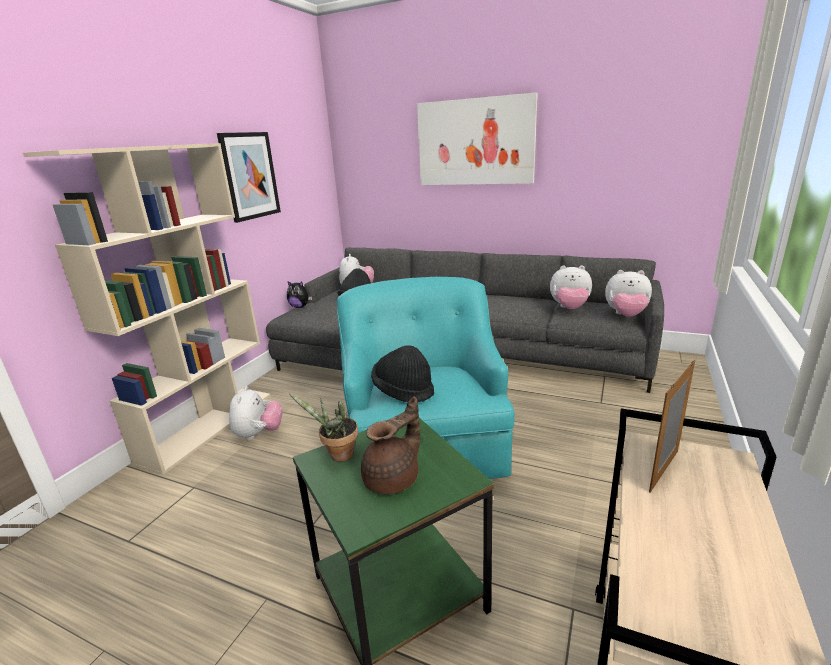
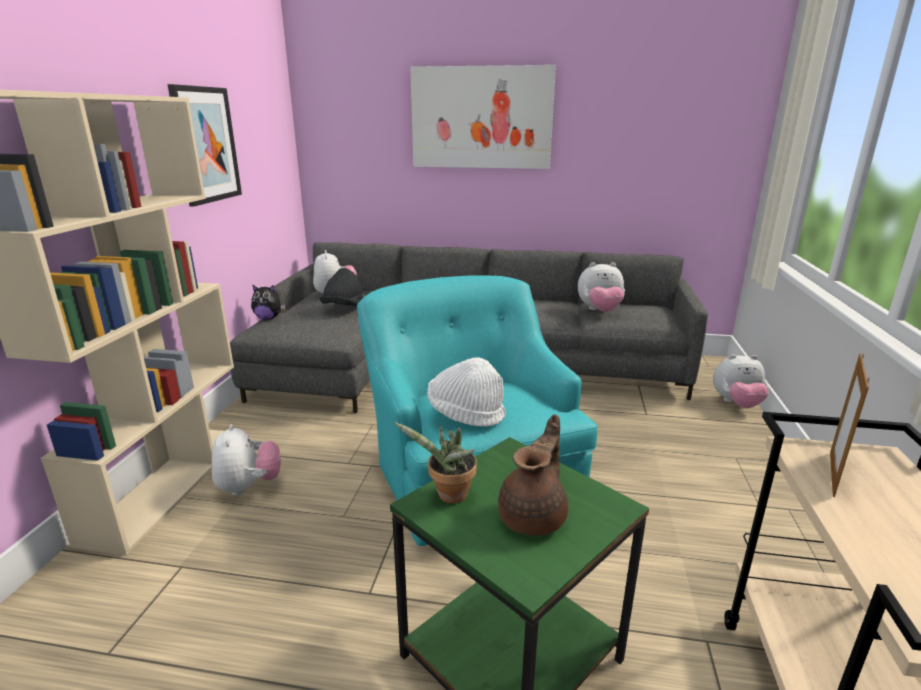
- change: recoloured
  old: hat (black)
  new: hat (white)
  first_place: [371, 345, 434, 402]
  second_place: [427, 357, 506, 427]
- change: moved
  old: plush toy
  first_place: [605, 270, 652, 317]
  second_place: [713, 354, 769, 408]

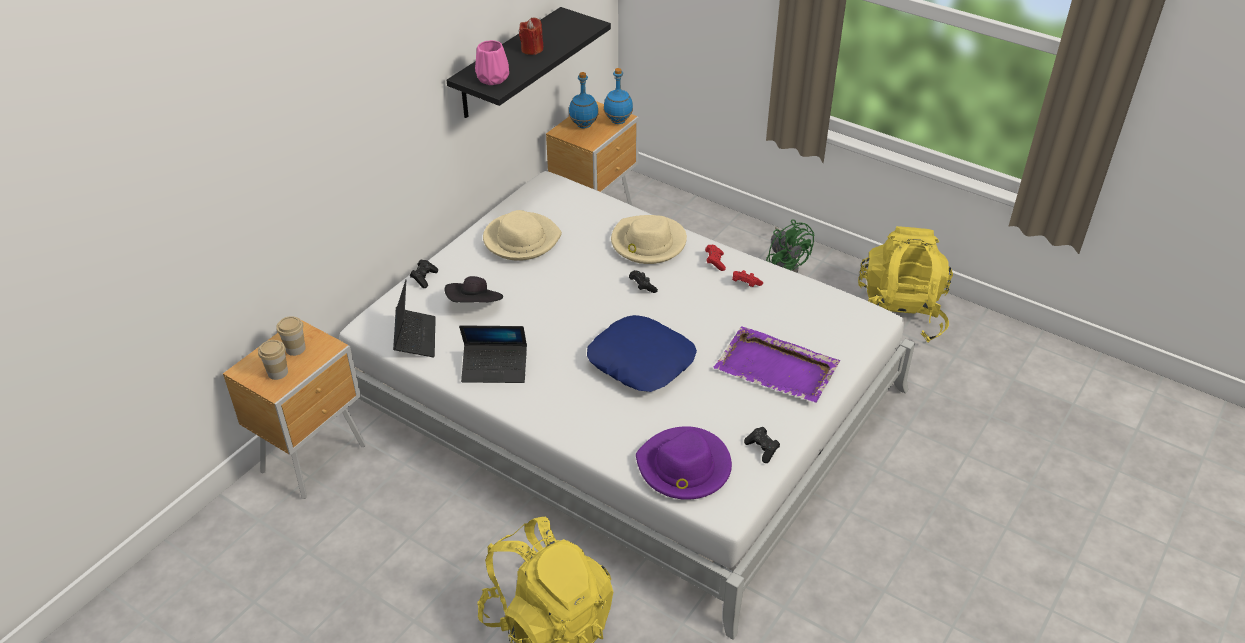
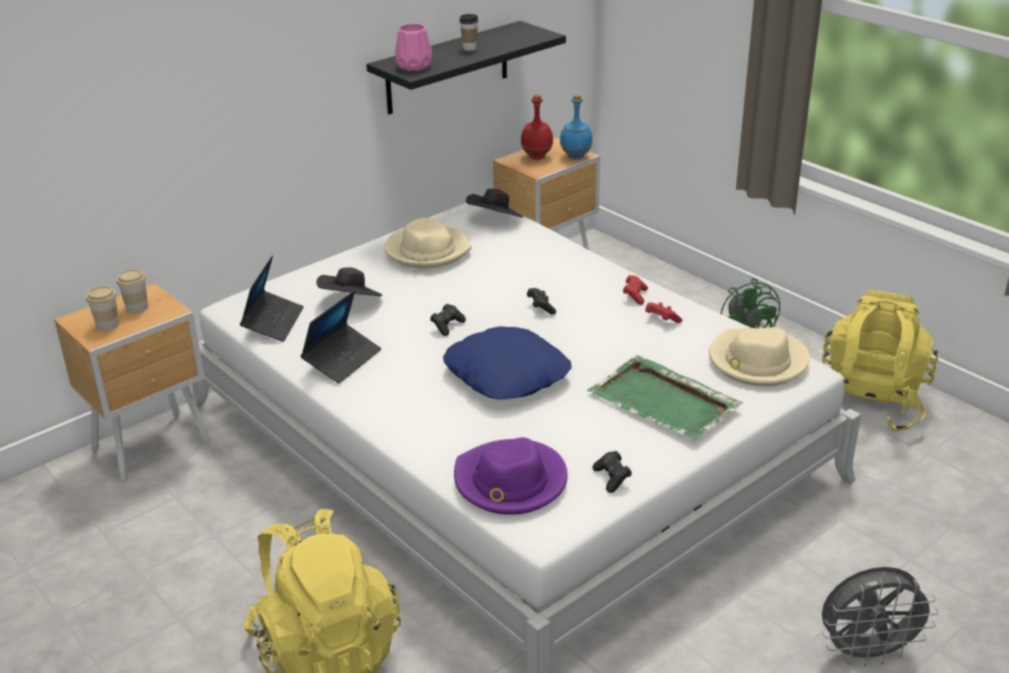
- change: turned
  old: laptop
  first_place: [459, 325, 527, 383]
  second_place: [301, 290, 381, 383]
  degrees: -75
- change: moved
  old: game controller (black)
  first_place: [410, 260, 438, 288]
  second_place: [430, 304, 466, 336]
- change: replaced
  old: candle (red)
  new: cup
  first_place: [519, 18, 543, 55]
  second_place: [459, 14, 478, 51]
- change: added
  new: hat (black)
  second_place: [466, 189, 523, 217]
- change: recoloured
  old: bottle (blue)
  new: bottle (red)
  first_place: [569, 72, 599, 128]
  second_place: [521, 94, 553, 160]
- change: recoloured
  old: tray (purple)
  new: tray (green)
  first_place: [714, 327, 840, 403]
  second_place: [587, 355, 743, 440]
- change: moved
  old: hat (beige)
  first_place: [611, 215, 687, 264]
  second_place: [709, 328, 810, 386]
- change: added
  new: fan (grey)
  second_place: [822, 567, 939, 667]

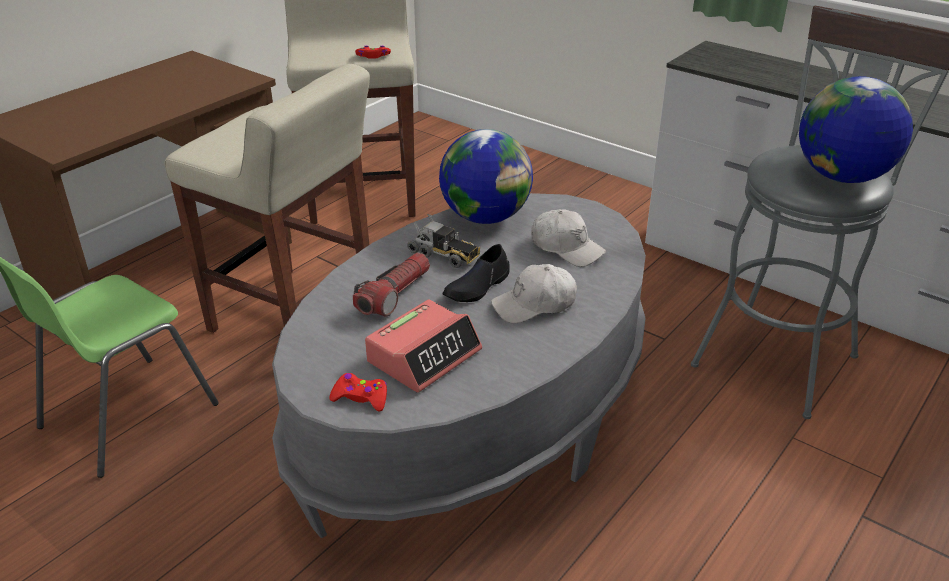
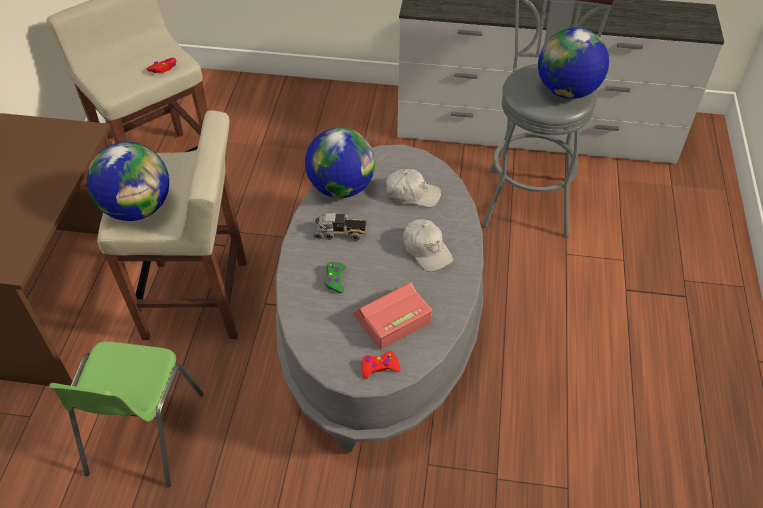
- change: added
  new: globe
  second_place: [87, 142, 169, 221]
- change: replaced
  old: flashlight
  new: game controller (green)
  first_place: [353, 252, 430, 316]
  second_place: [324, 262, 346, 293]
- change: turned
  old: alarm clock
  first_place: [365, 300, 482, 393]
  second_place: [353, 282, 432, 349]
  degrees: -135
- change: turned
  old: cap (white)
  first_place: [491, 264, 577, 323]
  second_place: [403, 219, 453, 272]
  degrees: -75
- change: removed
  old: shoe (black)
  first_place: [443, 244, 509, 302]

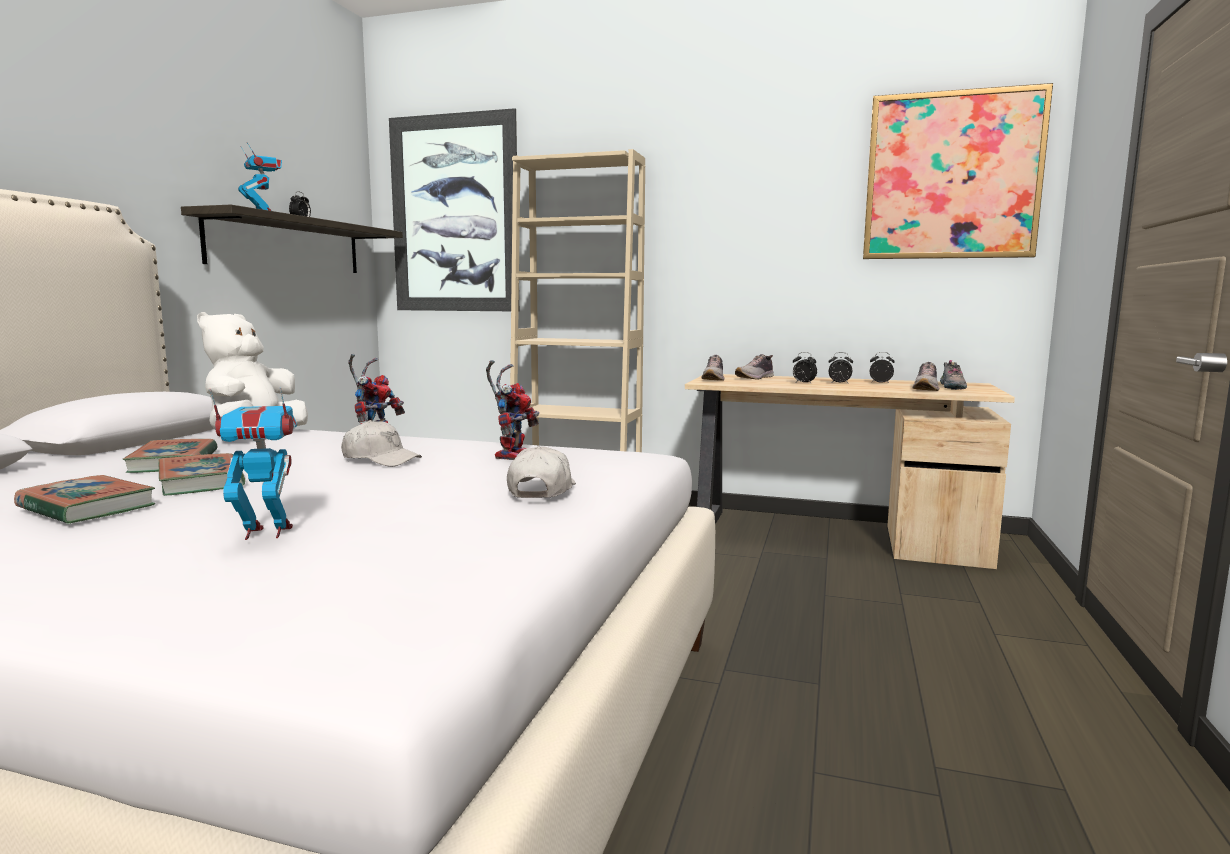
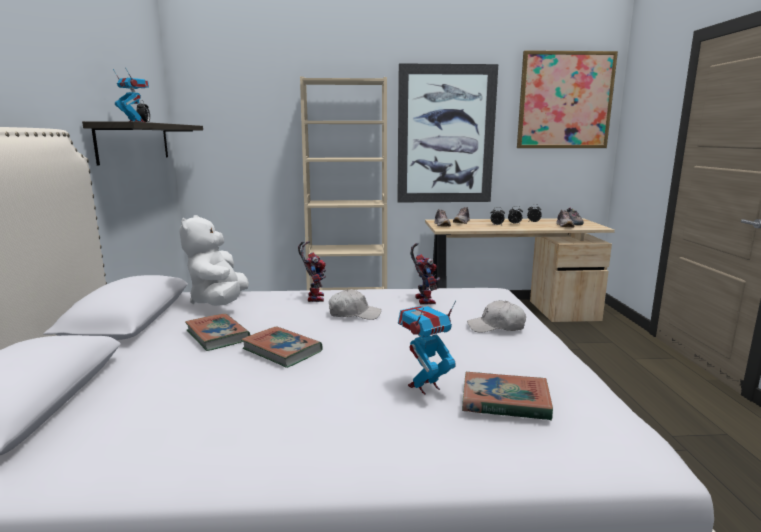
- change: moved
  old: picture
  first_place: [389, 108, 519, 312]
  second_place: [397, 63, 498, 202]
- change: moved
  old: book
  first_place: [14, 475, 155, 524]
  second_place: [462, 372, 553, 420]
- change: turned
  old: cap (white)
  first_place: [507, 446, 576, 498]
  second_place: [467, 300, 526, 333]
  degrees: -75

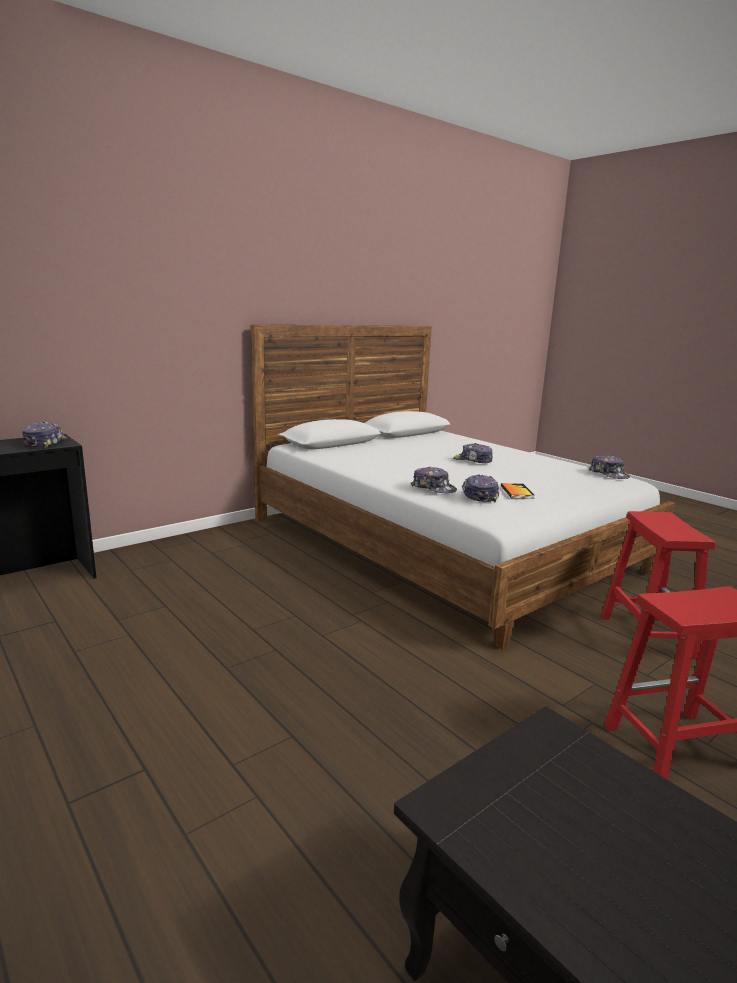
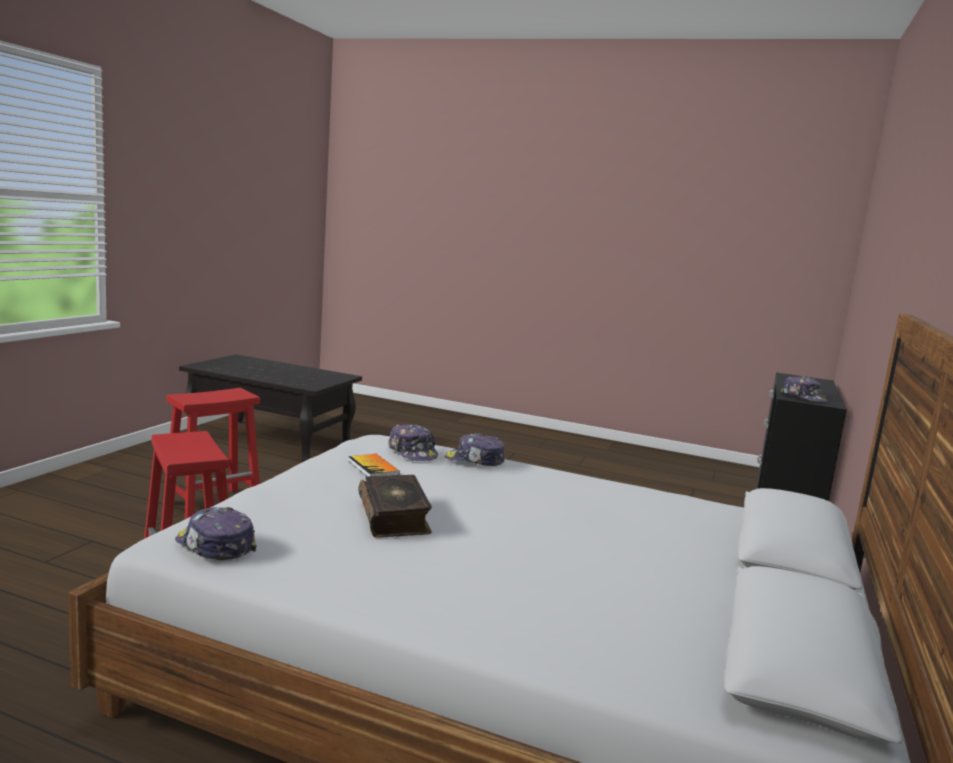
- change: added
  new: book
  second_place: [358, 475, 432, 538]
- change: removed
  old: cap
  first_place: [453, 443, 493, 463]

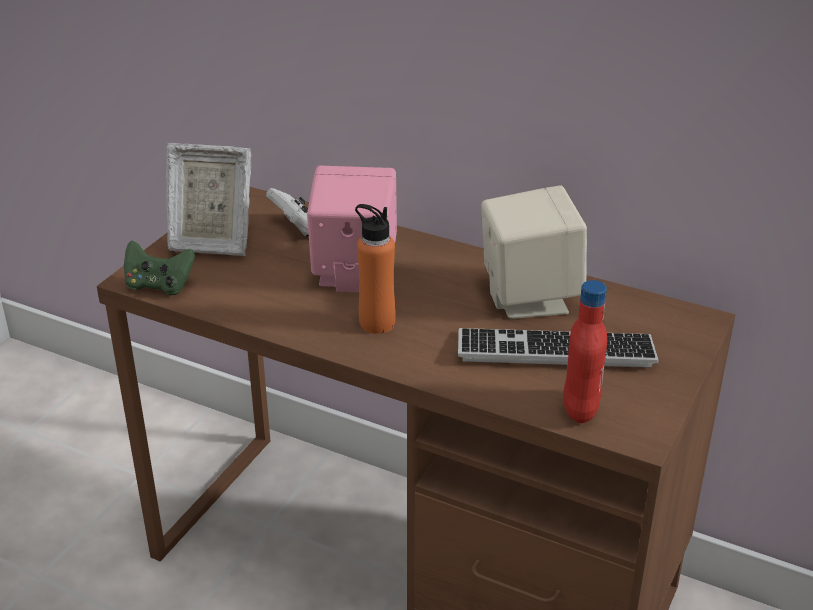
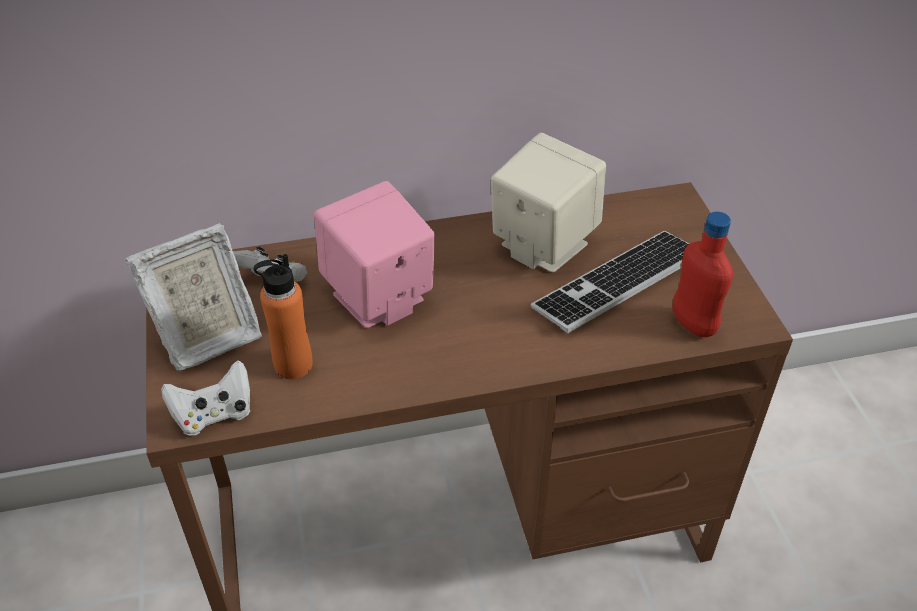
- change: recoloured
  old: game controller (green)
  new: game controller (white)
  first_place: [124, 240, 195, 295]
  second_place: [161, 360, 250, 435]
- change: moved
  old: bottle (orange)
  first_place: [355, 204, 396, 334]
  second_place: [254, 254, 313, 379]

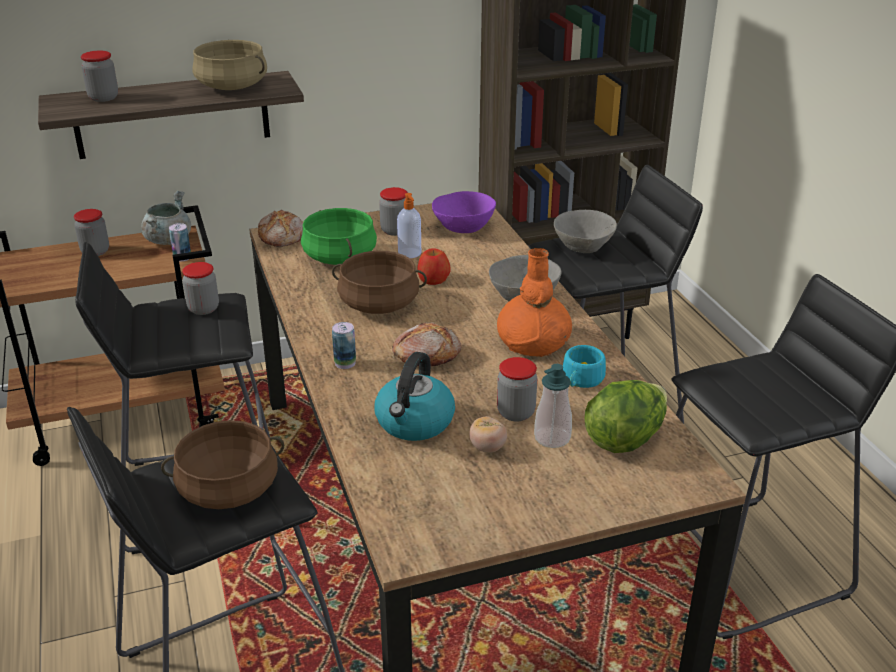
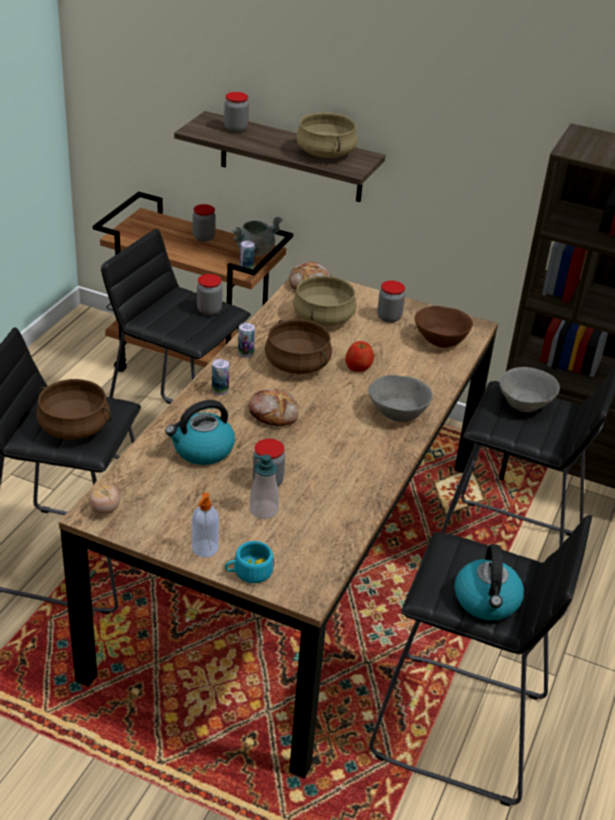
- change: moved
  old: tomato
  first_place: [469, 416, 507, 453]
  second_place: [89, 485, 120, 514]
- change: moved
  old: soap dispenser
  first_place: [397, 193, 421, 258]
  second_place: [192, 493, 219, 557]
- change: moved
  old: cup (turquoise)
  first_place: [563, 345, 606, 388]
  second_place: [225, 541, 274, 583]
- change: added
  new: can
  second_place: [238, 323, 255, 358]
- change: recoloured
  old: cooking pot (green)
  new: cooking pot (beige)
  first_place: [301, 208, 377, 265]
  second_place: [293, 275, 356, 326]
- change: recoloured
  old: bowl (purple)
  new: bowl (brown)
  first_place: [432, 191, 496, 233]
  second_place: [414, 306, 473, 348]
- change: added
  new: kettle
  second_place: [454, 544, 524, 620]
- change: removed
  old: vase (orange)
  first_place: [497, 248, 572, 357]
- change: removed
  old: lettuce
  first_place: [585, 380, 667, 453]

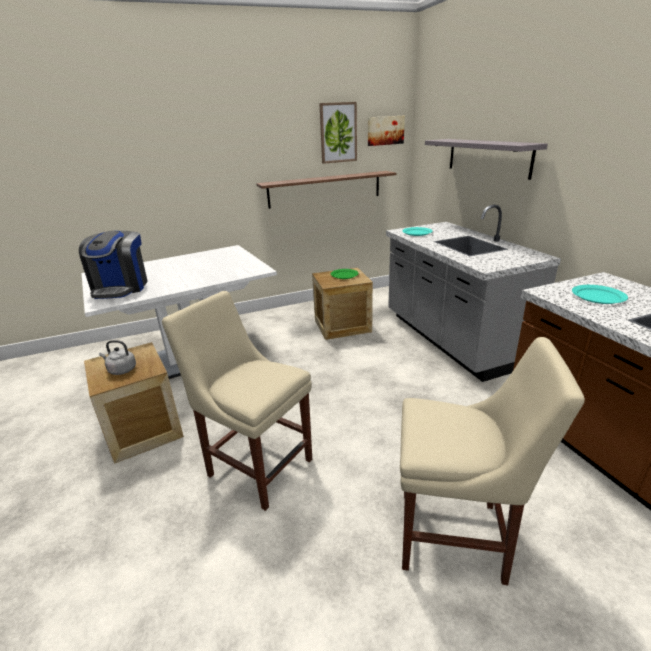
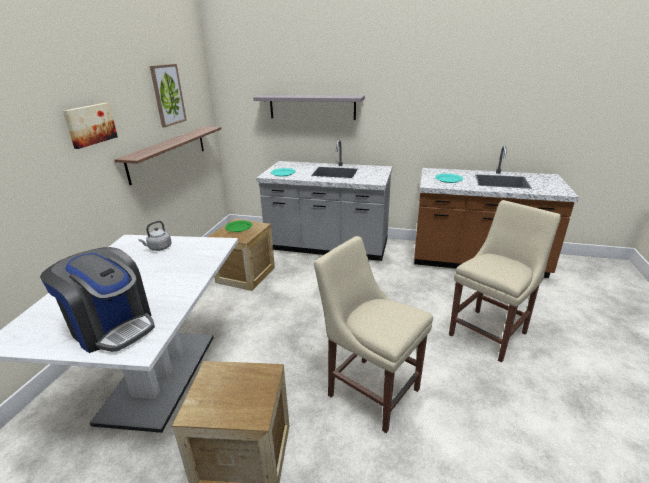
- change: moved
  old: picture
  first_place: [368, 116, 405, 146]
  second_place: [63, 103, 118, 149]
- change: moved
  old: kettle (grey)
  first_place: [99, 340, 136, 375]
  second_place: [138, 221, 172, 251]
- change: turned
  old: chair (beige)
  first_place: [162, 291, 312, 511]
  second_place: [314, 236, 433, 433]
  degrees: 60

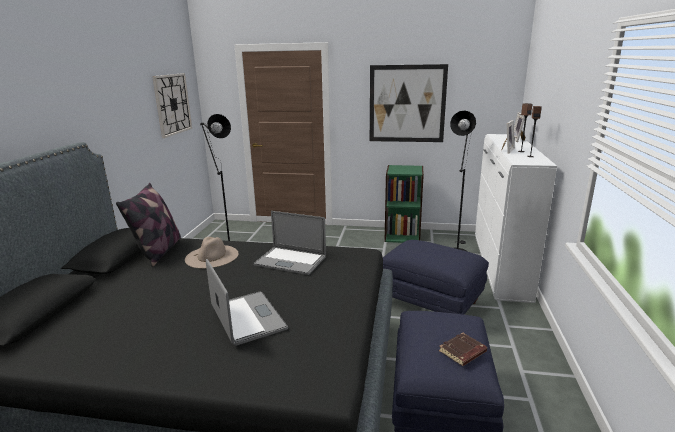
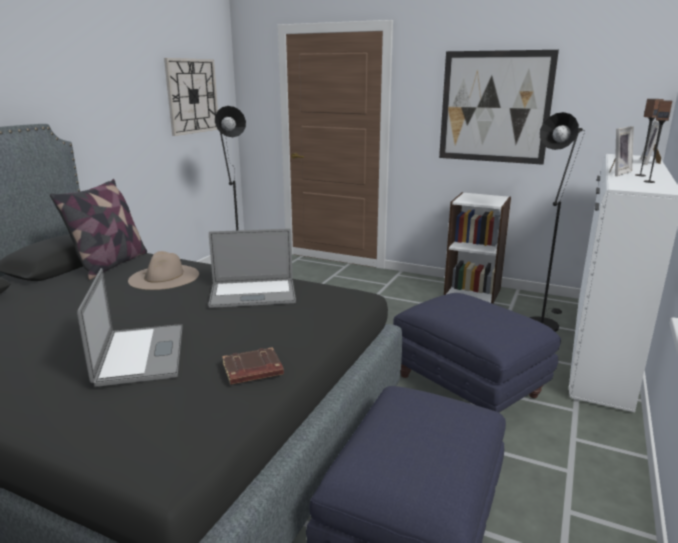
- change: turned
  old: laptop
  first_place: [253, 211, 326, 275]
  second_place: [208, 228, 296, 308]
  degrees: -45
- change: moved
  old: book (brown)
  first_place: [439, 333, 487, 366]
  second_place: [222, 347, 284, 385]
- change: recoloured
  old: bookcase (green)
  new: bookcase (white)
  first_place: [384, 165, 424, 243]
  second_place: [444, 192, 511, 304]

